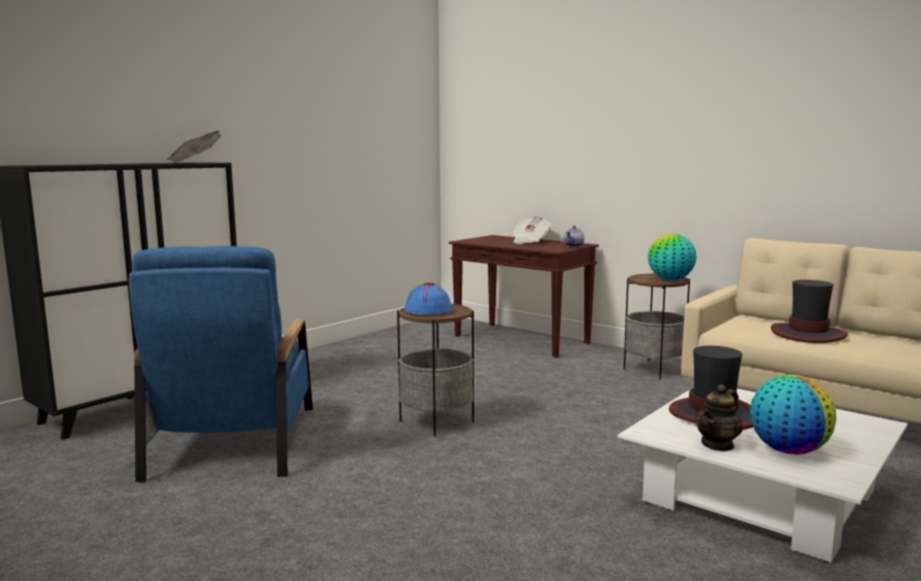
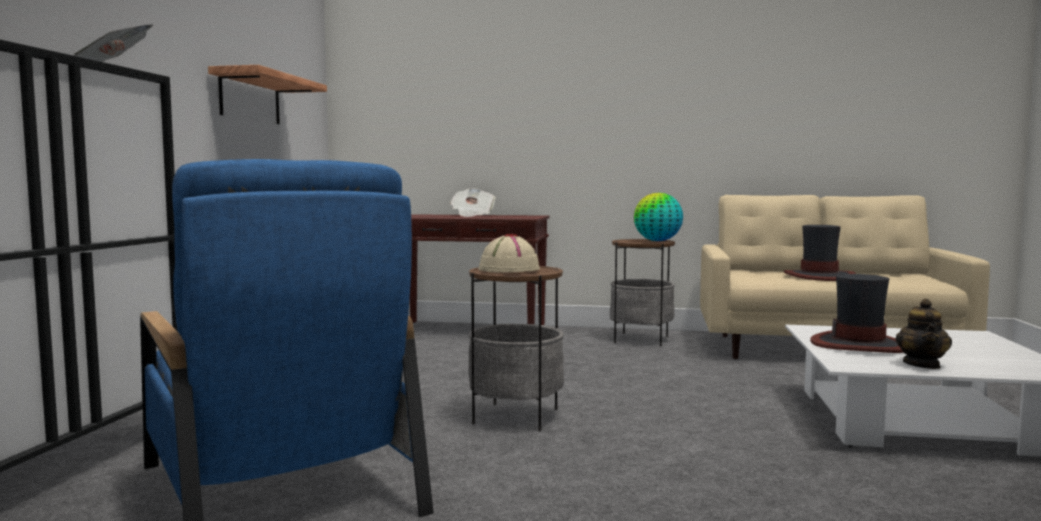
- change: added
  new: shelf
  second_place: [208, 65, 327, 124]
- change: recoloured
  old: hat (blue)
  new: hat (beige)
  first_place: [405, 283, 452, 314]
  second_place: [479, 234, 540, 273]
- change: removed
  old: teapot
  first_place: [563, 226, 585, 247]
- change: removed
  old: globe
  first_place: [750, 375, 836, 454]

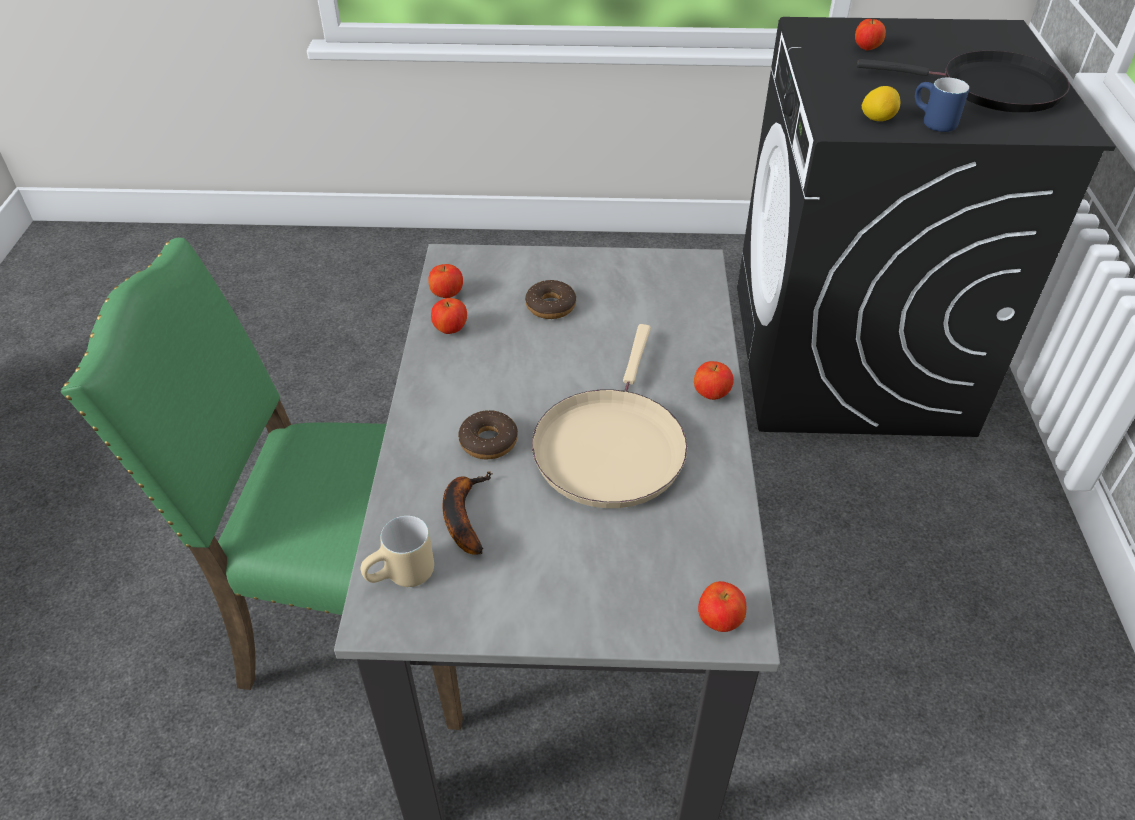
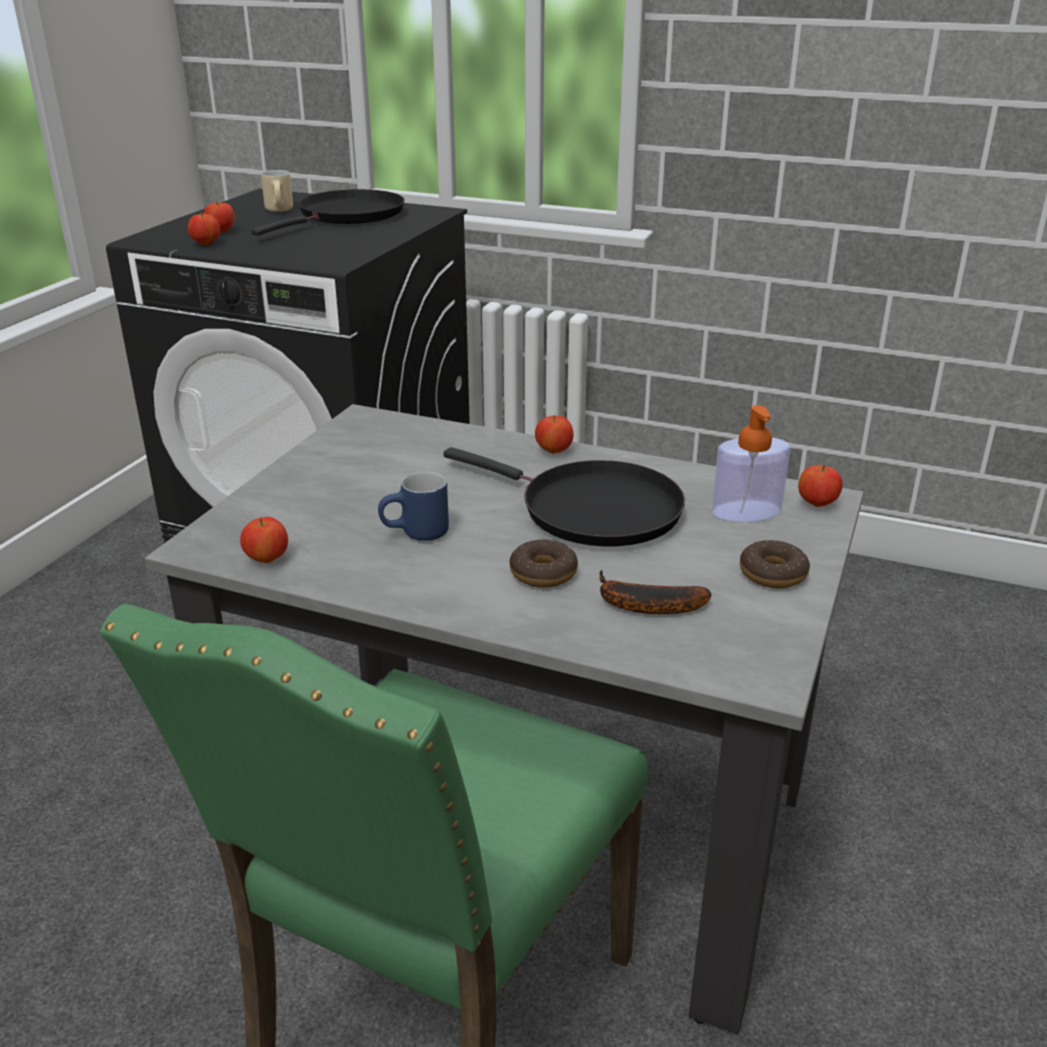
- change: moved
  old: apple
  first_place: [431, 298, 467, 334]
  second_place: [188, 214, 220, 245]
- change: moved
  old: mug (beige)
  first_place: [360, 516, 434, 587]
  second_place: [261, 170, 293, 212]
- change: moved
  old: mug (blue)
  first_place: [915, 78, 969, 132]
  second_place: [378, 472, 449, 541]
- change: recoloured
  old: frying pan (beige)
  new: frying pan (black)
  first_place: [532, 324, 687, 508]
  second_place: [443, 447, 685, 547]
- change: added
  new: soap dispenser
  second_place: [712, 405, 790, 522]
- change: moved
  old: donut
  first_place: [525, 280, 576, 319]
  second_place: [740, 540, 810, 588]
- change: removed
  old: lemon
  first_place: [862, 86, 900, 121]

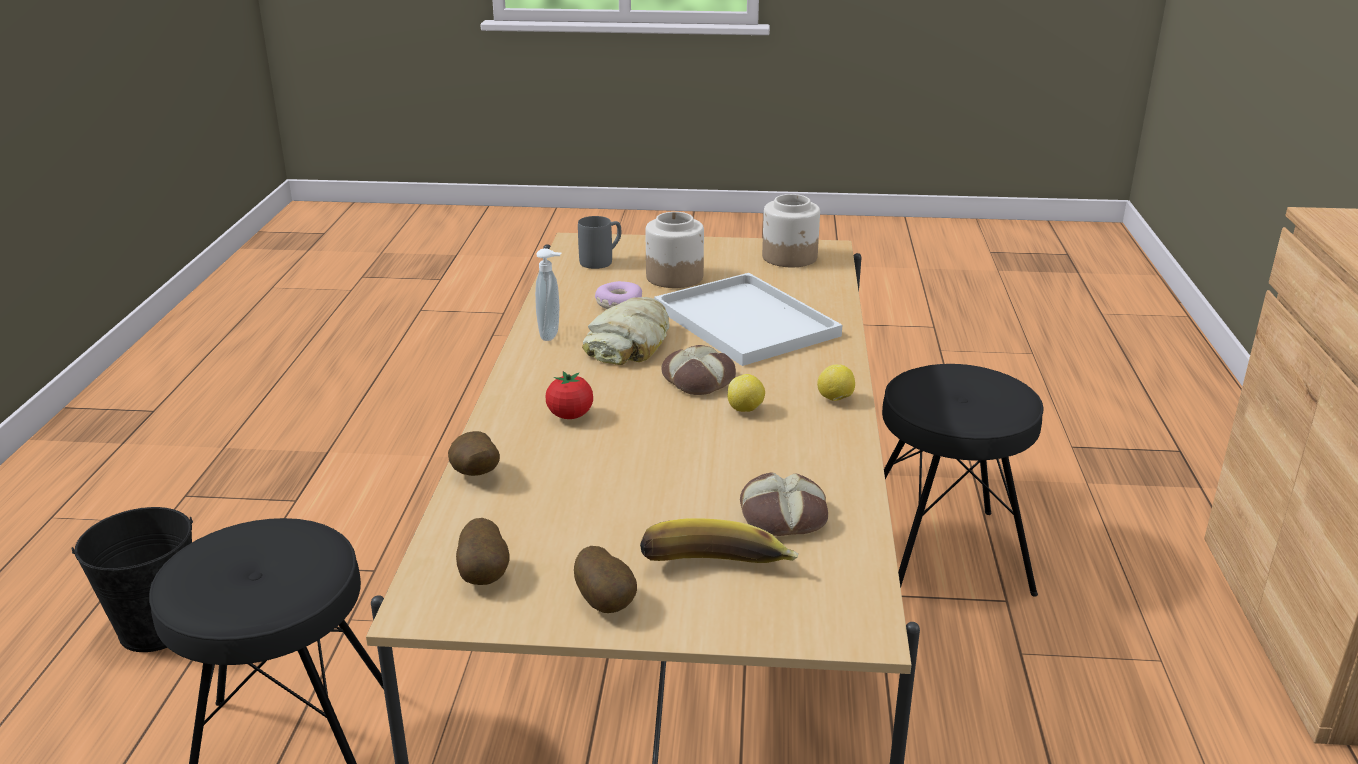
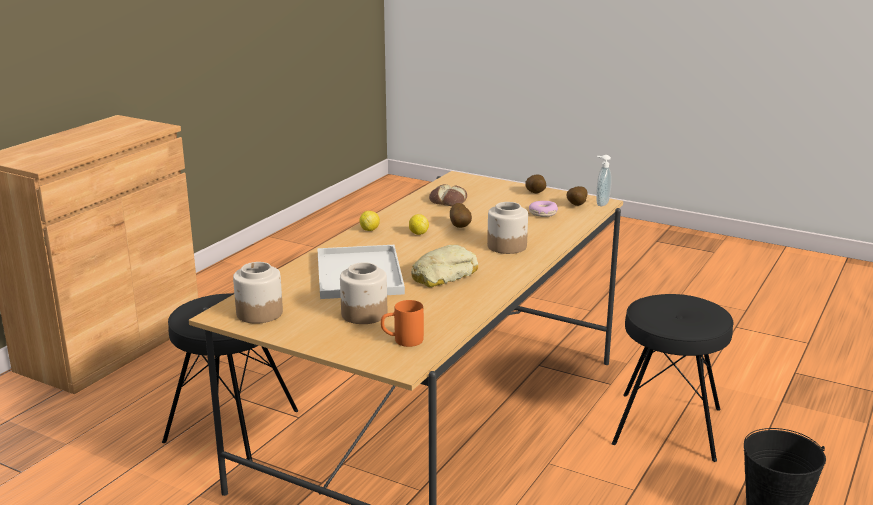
- change: recoloured
  old: mug (grey)
  new: mug (orange)
  first_place: [578, 216, 621, 269]
  second_place: [381, 300, 424, 347]
- change: moved
  old: potato
  first_place: [448, 431, 500, 476]
  second_place: [450, 203, 472, 228]
- change: replaced
  old: tomato
  new: jar
  first_place: [546, 371, 593, 419]
  second_place: [487, 202, 528, 254]
- change: moved
  old: donut
  first_place: [595, 281, 642, 309]
  second_place: [529, 201, 558, 217]
- change: moved
  old: soap dispenser
  first_place: [535, 248, 561, 341]
  second_place: [596, 155, 612, 206]
- change: removed
  old: banana
  first_place: [640, 518, 798, 563]
- change: removed
  old: bread
  first_place: [662, 345, 736, 395]

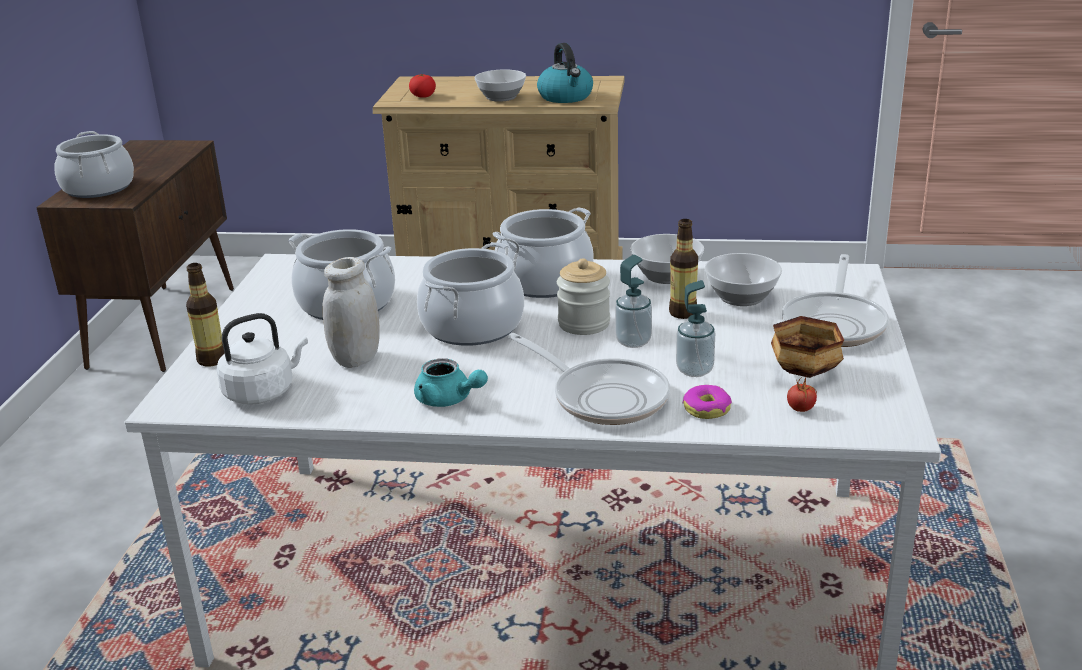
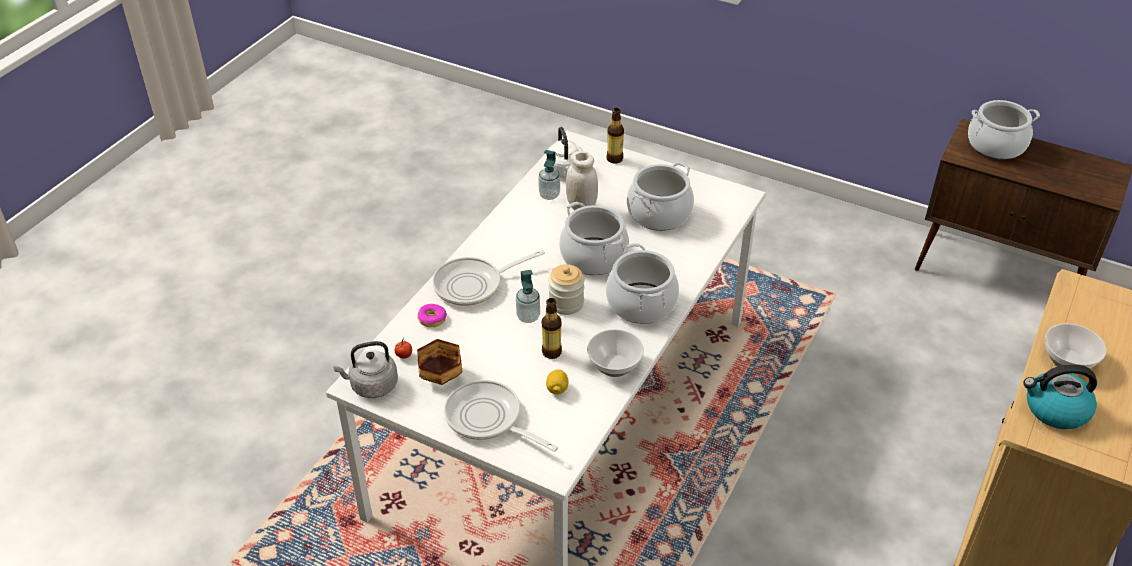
- change: added
  new: kettle (grey)
  second_place: [333, 341, 398, 398]
- change: moved
  old: soap dispenser
  first_place: [676, 280, 715, 377]
  second_place: [538, 150, 560, 200]
- change: replaced
  old: bowl
  new: lemon
  first_place: [705, 253, 782, 306]
  second_place: [546, 369, 568, 395]
- change: removed
  old: tomato
  first_place: [409, 74, 436, 98]
- change: removed
  old: teapot (turquoise)
  first_place: [414, 358, 488, 407]

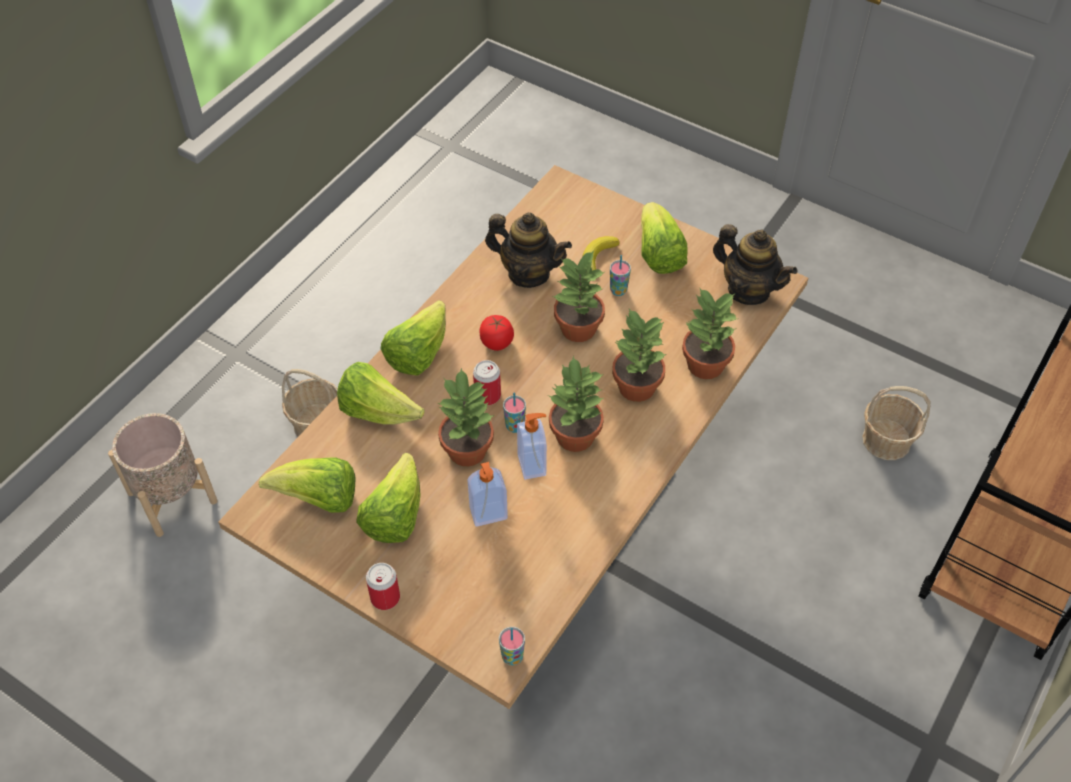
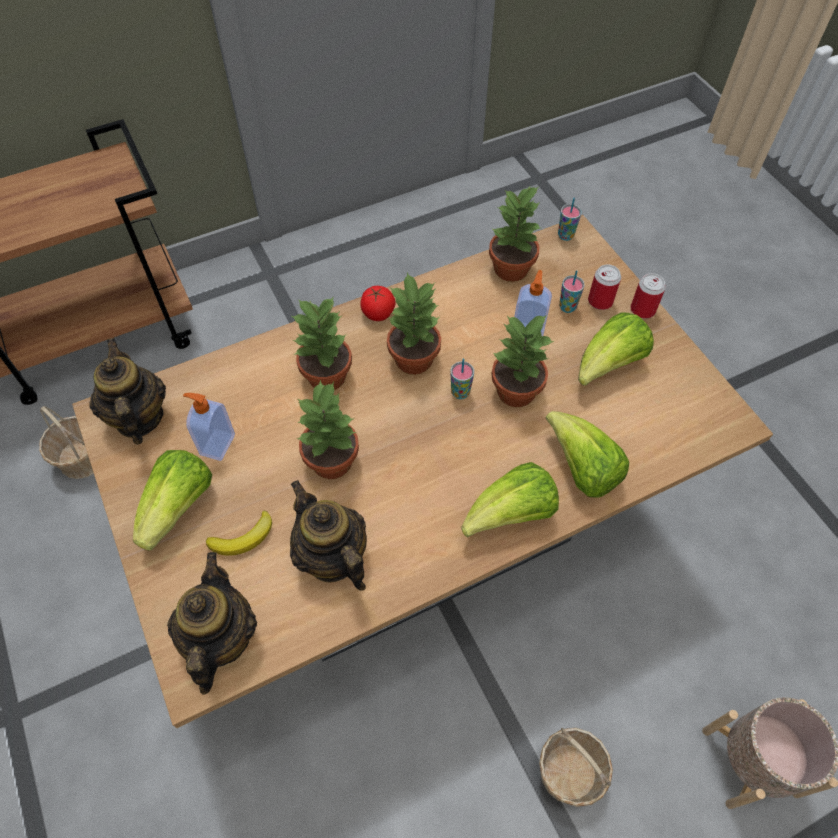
- change: added
  new: teapot
  second_place: [167, 552, 257, 695]
- change: moved
  old: soap dispenser
  first_place: [517, 413, 547, 480]
  second_place: [183, 393, 235, 461]
- change: moved
  old: tomato
  first_place: [479, 315, 514, 351]
  second_place: [360, 286, 396, 321]
- change: moved
  old: potted plant
  first_place: [682, 289, 738, 379]
  second_place: [489, 186, 540, 282]
- change: moved
  old: cup
  first_place: [610, 255, 631, 296]
  second_place: [559, 270, 585, 313]
- change: moved
  old: can
  first_place: [473, 360, 501, 405]
  second_place: [588, 265, 621, 310]
- change: removed
  old: lettuce
  first_place: [259, 458, 355, 513]

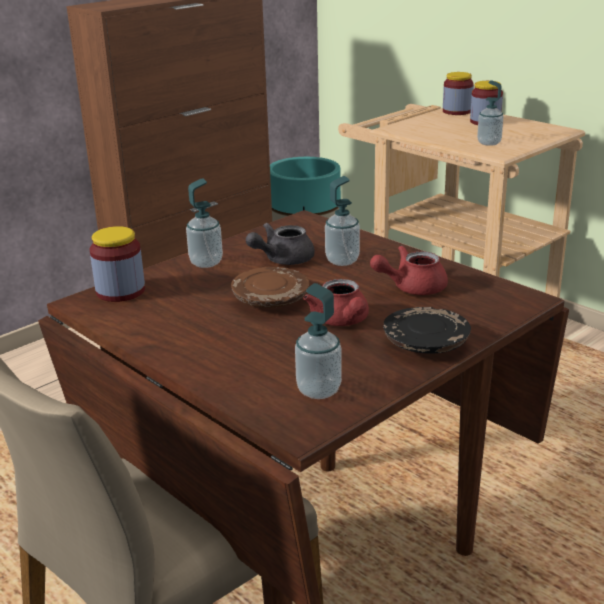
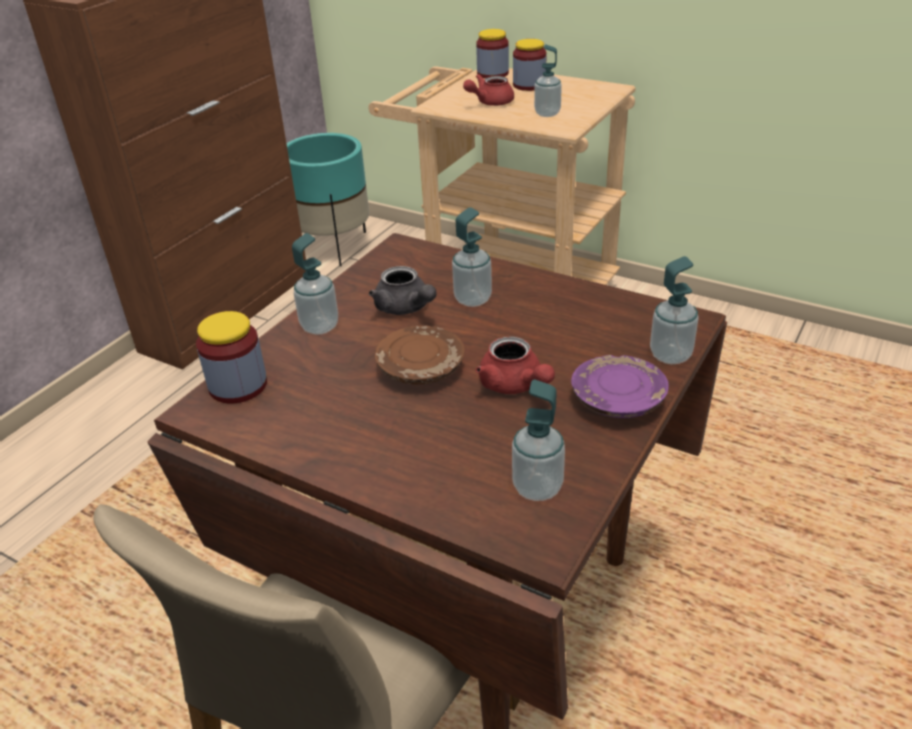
- change: turned
  old: teapot (grey)
  first_place: [246, 223, 315, 265]
  second_place: [369, 266, 436, 315]
  degrees: -75
- change: moved
  old: teapot (red)
  first_place: [370, 245, 448, 295]
  second_place: [463, 74, 514, 106]
- change: recoloured
  old: plate (black)
  new: plate (purple)
  first_place: [383, 307, 471, 354]
  second_place: [571, 355, 669, 418]
- change: added
  new: soap dispenser
  second_place: [650, 256, 699, 364]

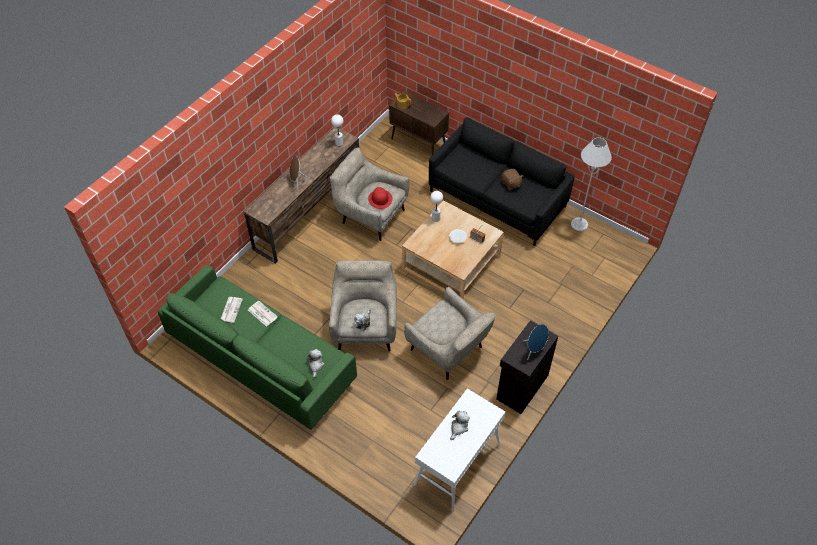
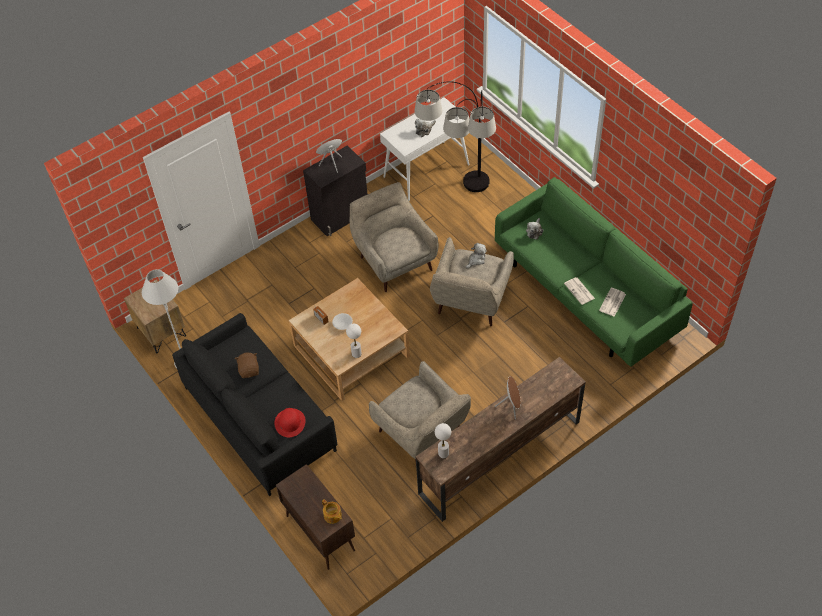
- change: added
  new: nightstand (brown)
  second_place: [124, 279, 186, 353]
- change: moved
  old: hat (red)
  first_place: [368, 187, 392, 209]
  second_place: [274, 408, 306, 437]
- change: added
  new: floor lamp
  second_place: [415, 81, 496, 192]

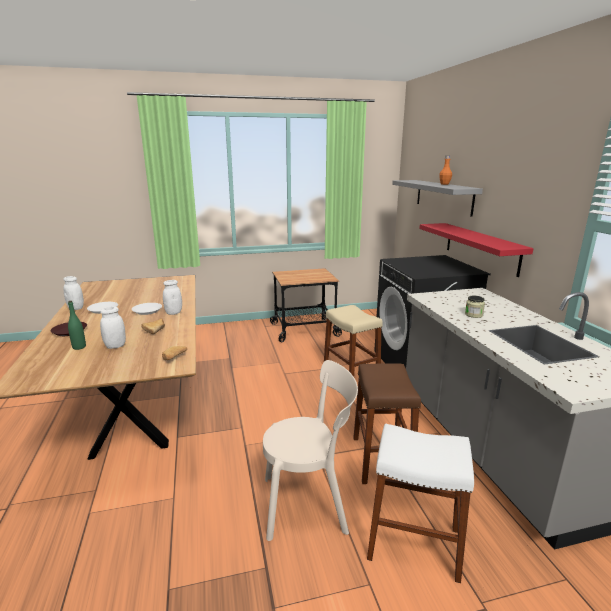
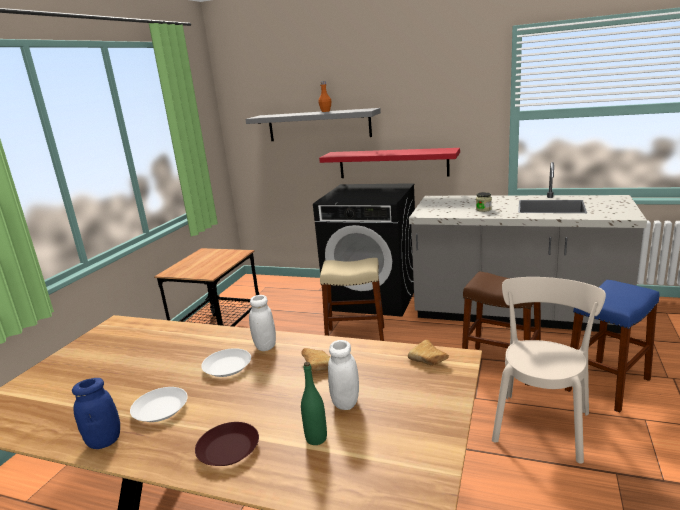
- change: recoloured
  old: jar (white)
  new: jar (blue)
  first_place: [63, 276, 84, 310]
  second_place: [72, 378, 120, 449]
- change: recoloured
  old: stool (white)
  new: stool (blue)
  first_place: [367, 424, 474, 583]
  second_place: [565, 280, 659, 412]

